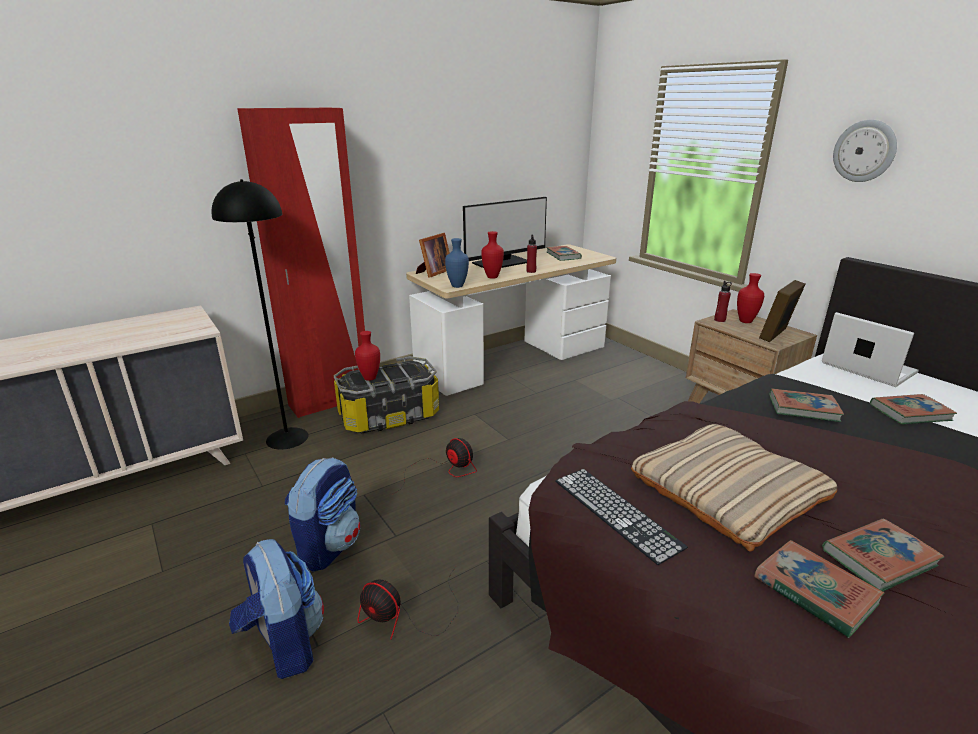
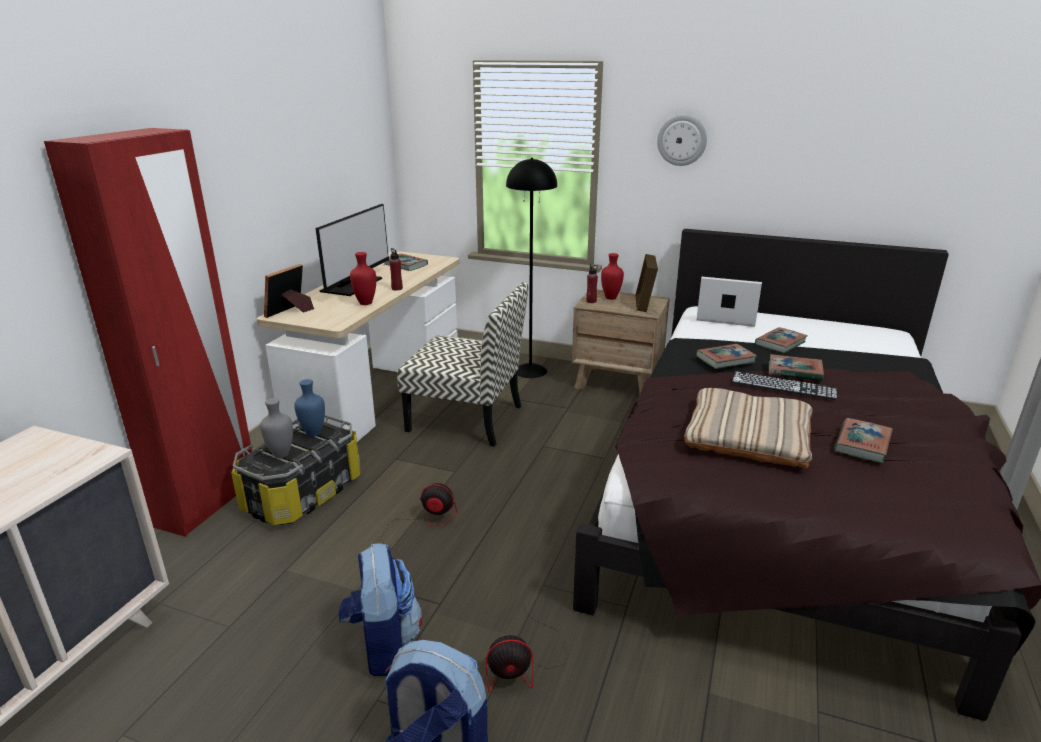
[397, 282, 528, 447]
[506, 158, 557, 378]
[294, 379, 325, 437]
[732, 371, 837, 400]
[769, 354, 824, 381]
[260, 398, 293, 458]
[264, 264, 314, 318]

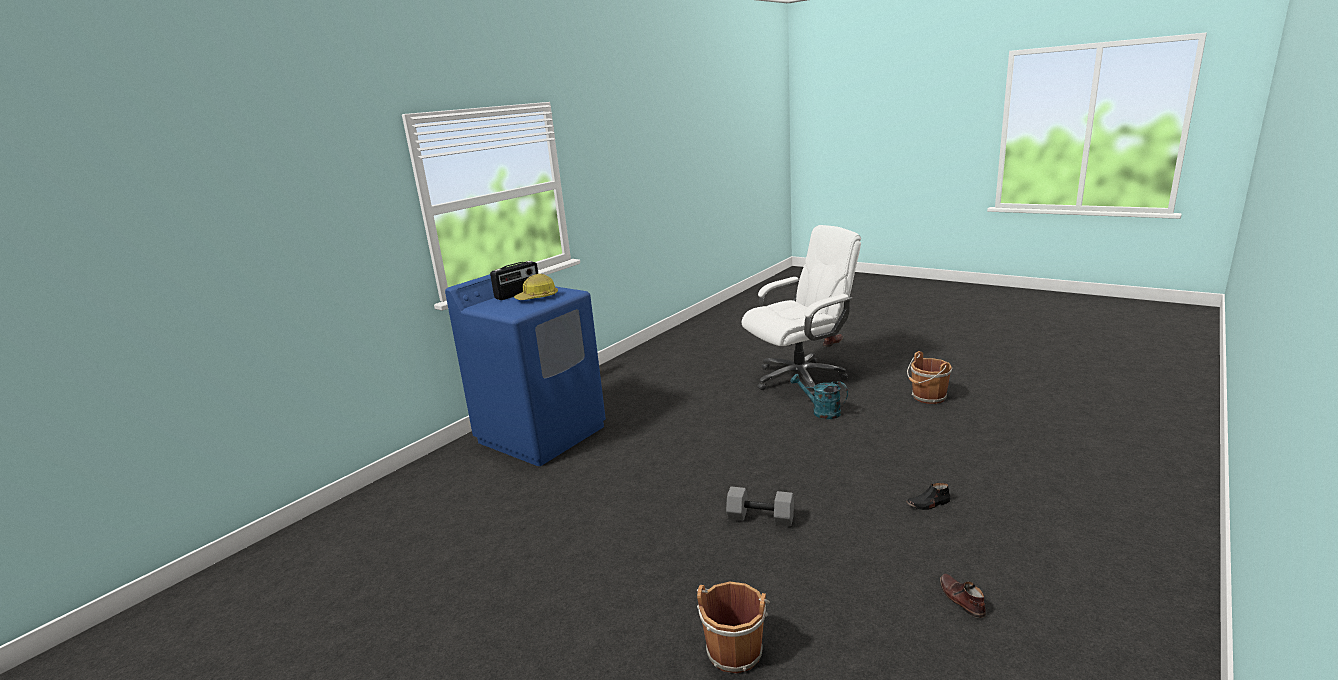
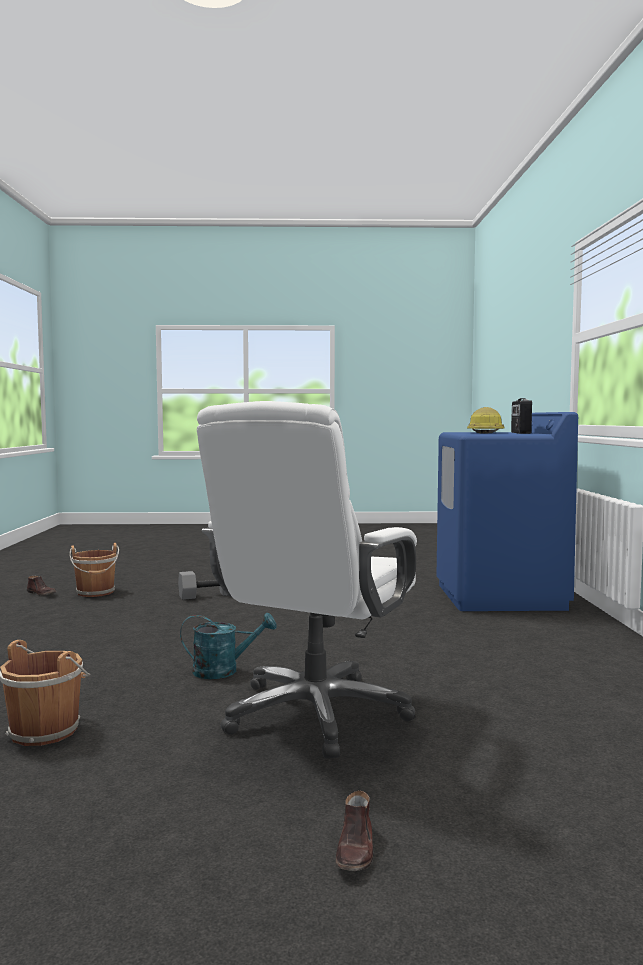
[906, 483, 951, 510] (first image)
[69, 543, 119, 597]

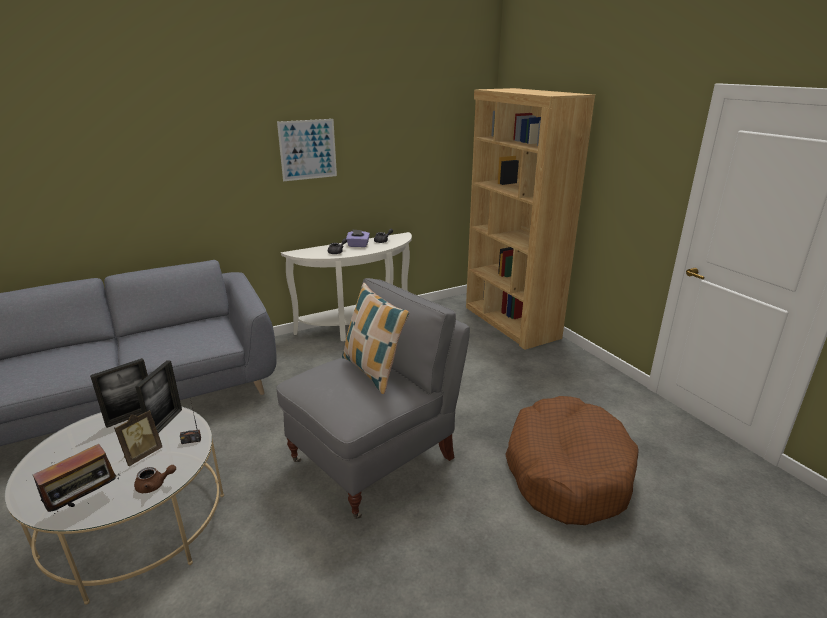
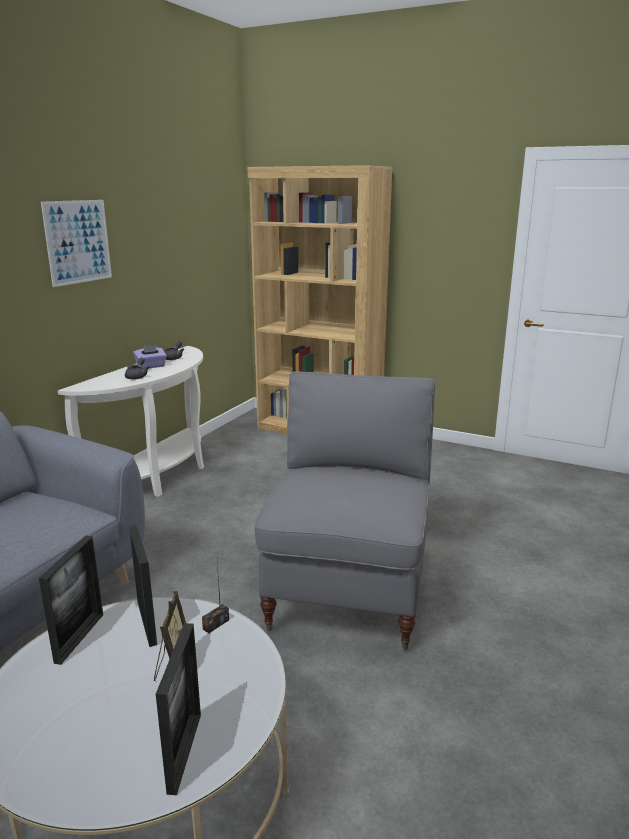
[134, 465, 176, 493] (first image)
[342, 283, 409, 394] (first image)
[505, 396, 639, 525] (first image)
[156, 623, 201, 795]

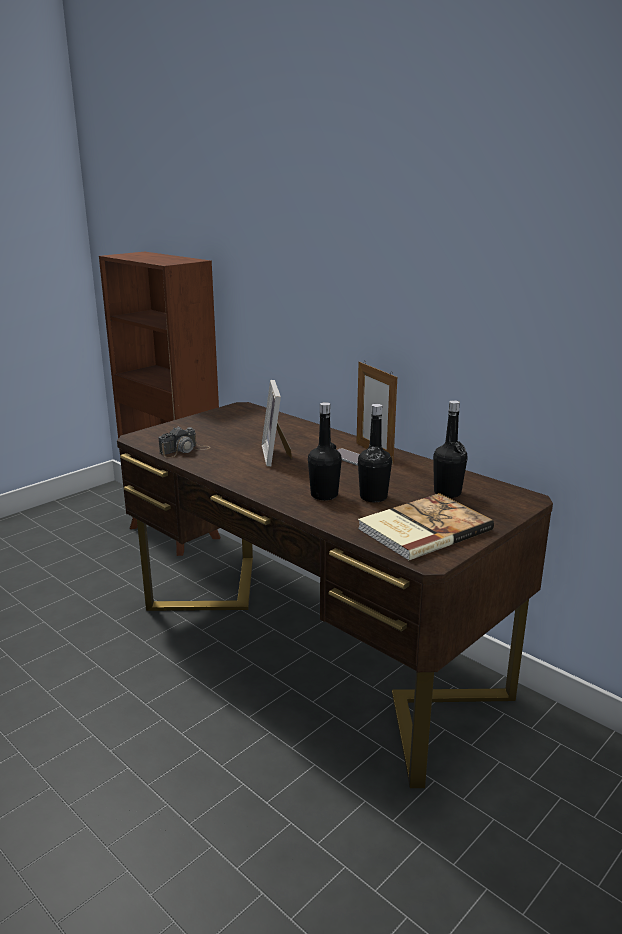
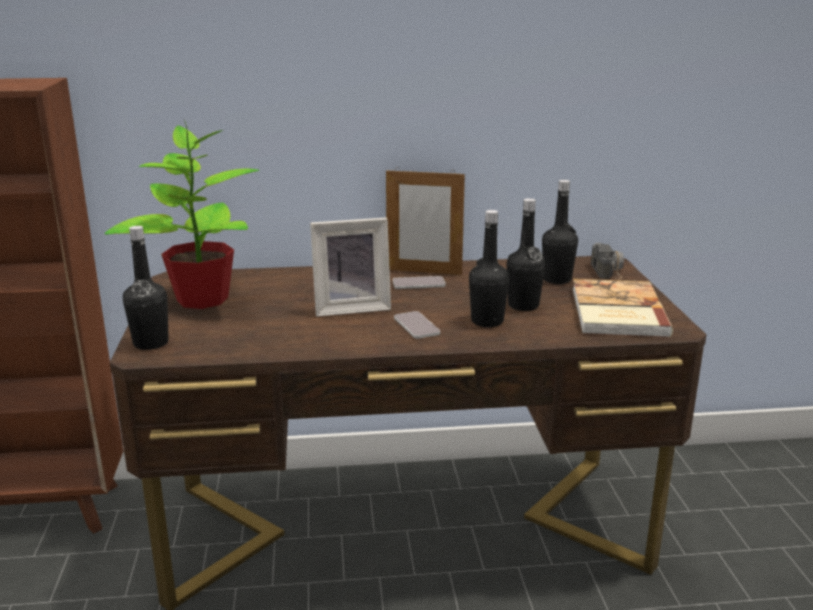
[104, 120, 259, 309]
[123, 226, 169, 350]
[394, 311, 440, 339]
[590, 243, 624, 279]
[310, 217, 391, 317]

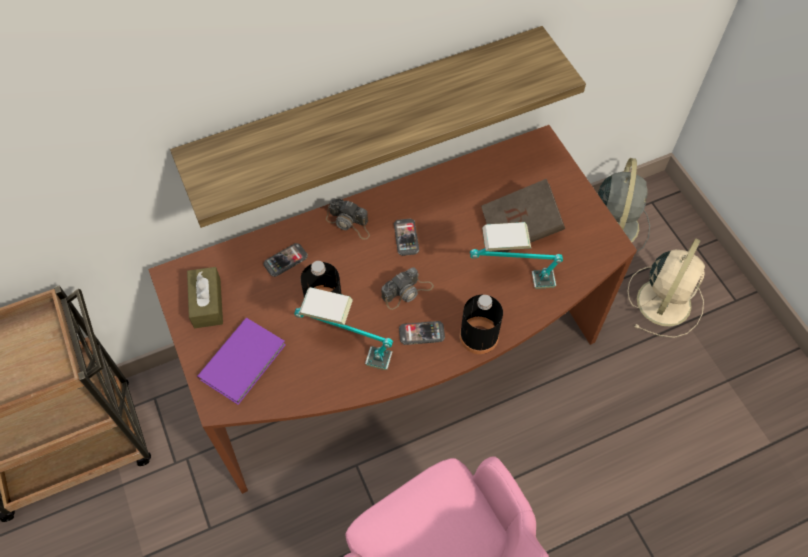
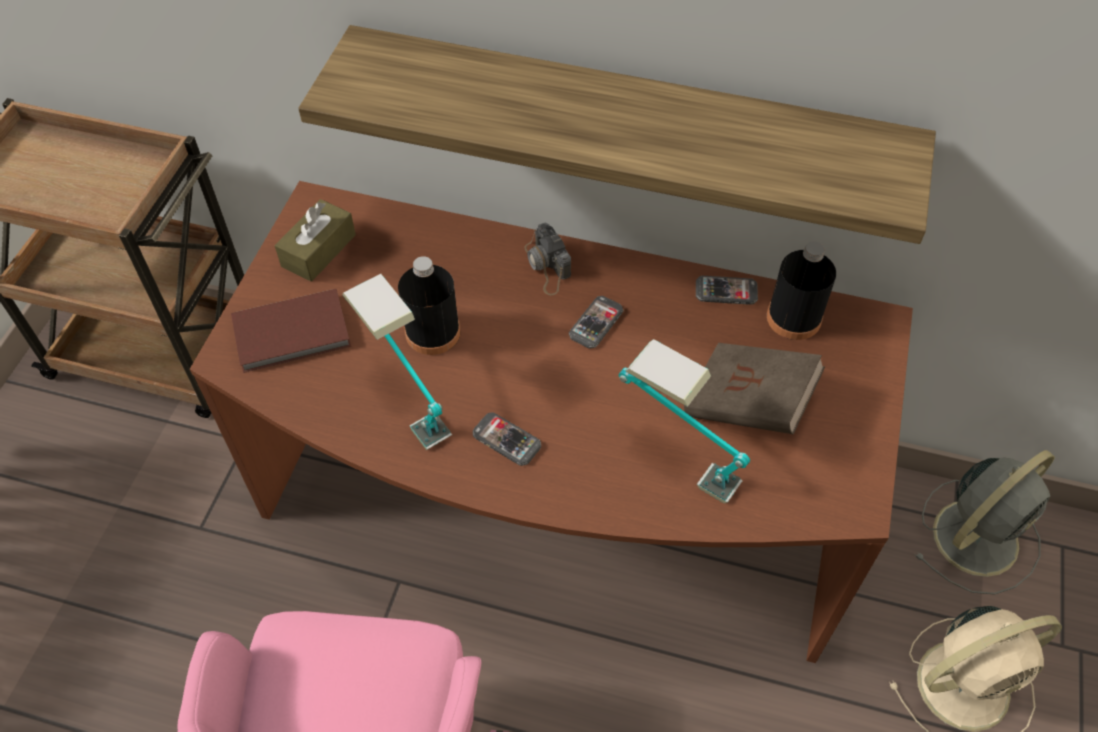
[381, 267, 434, 310] (first image)
[696, 276, 758, 305]
[767, 241, 836, 340]
[231, 289, 351, 373]

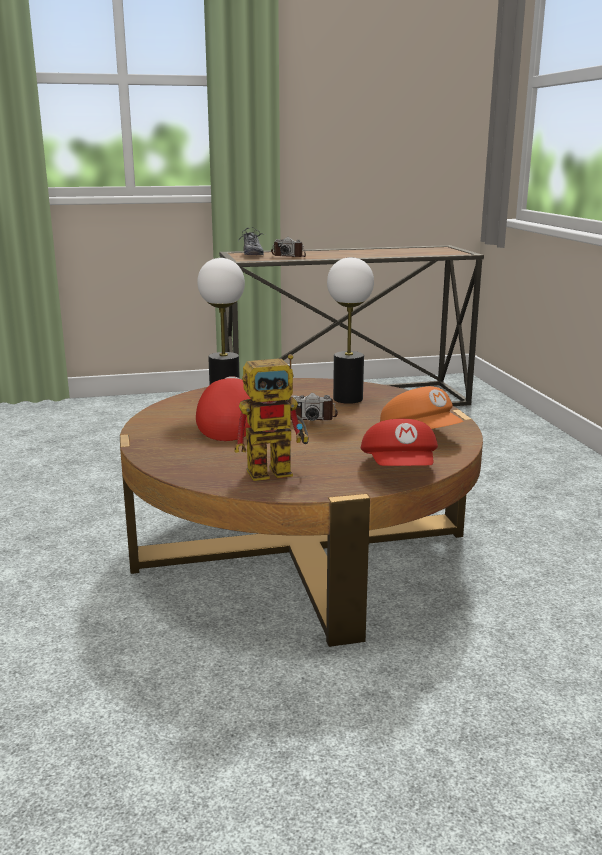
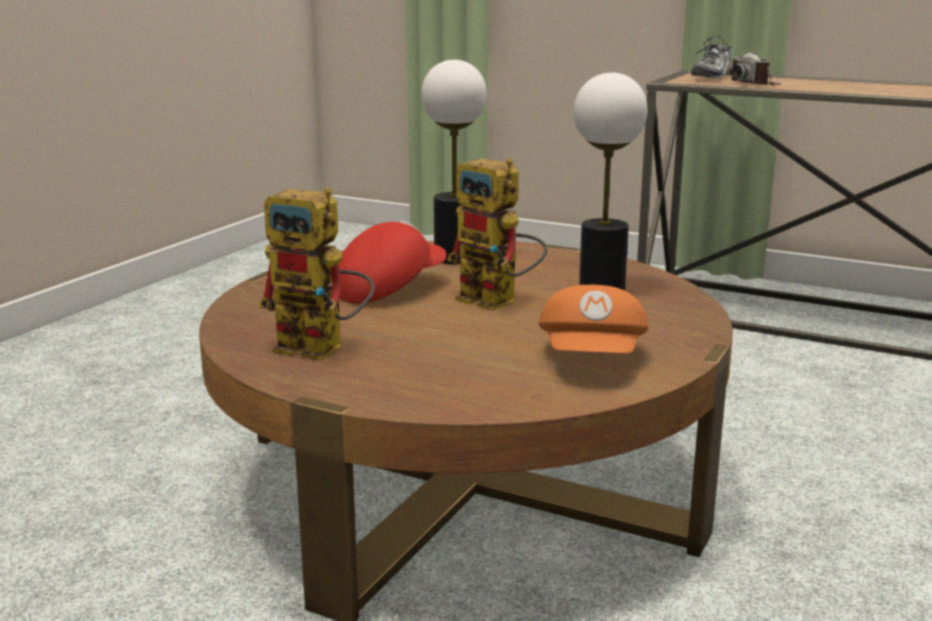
[361, 419, 438, 466] (first image)
[447, 158, 547, 311]

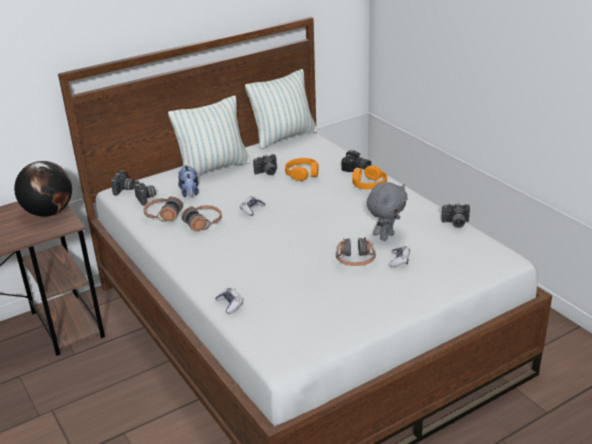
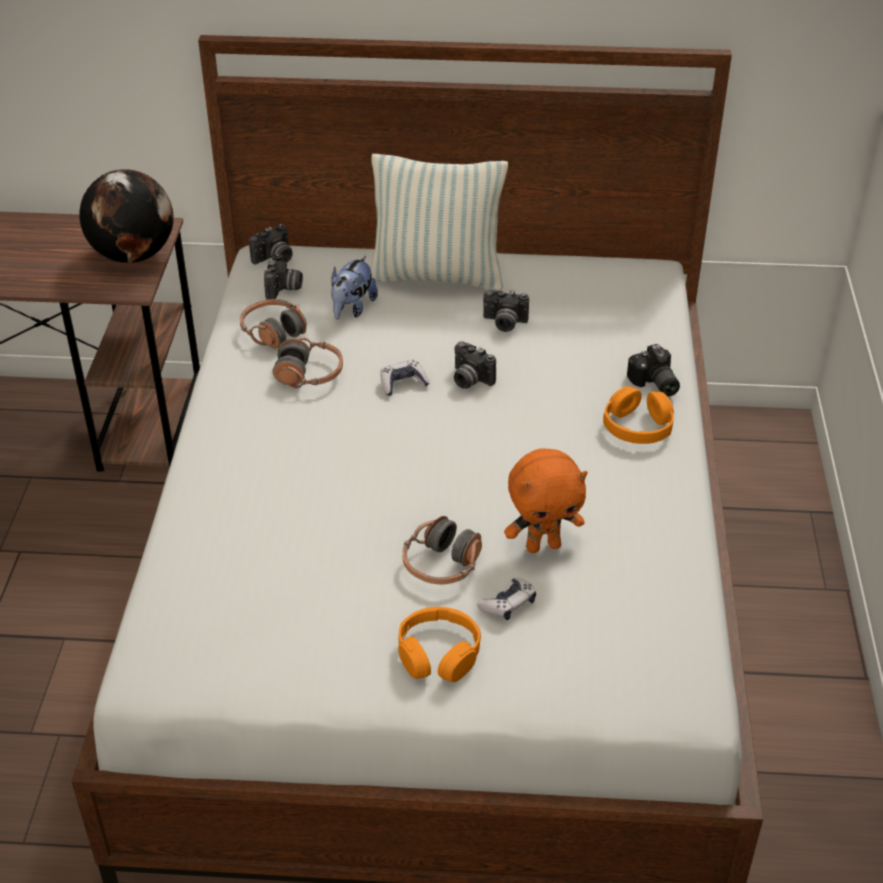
[215, 288, 243, 314] (first image)
[245, 69, 317, 150] (first image)
[398, 607, 481, 682]
[454, 341, 496, 389]
[504, 449, 588, 553]

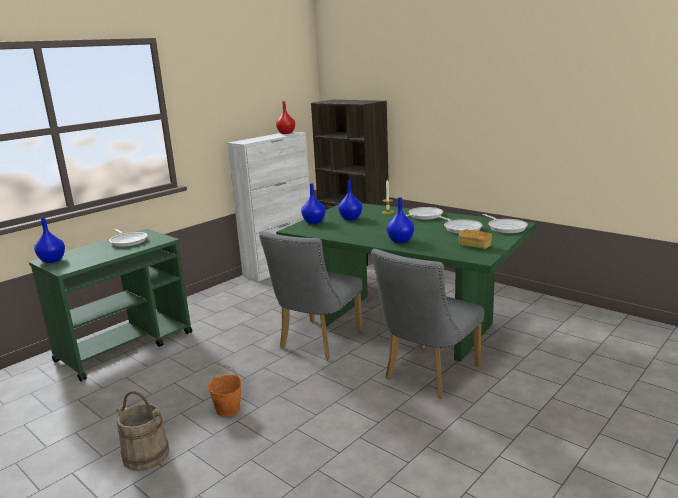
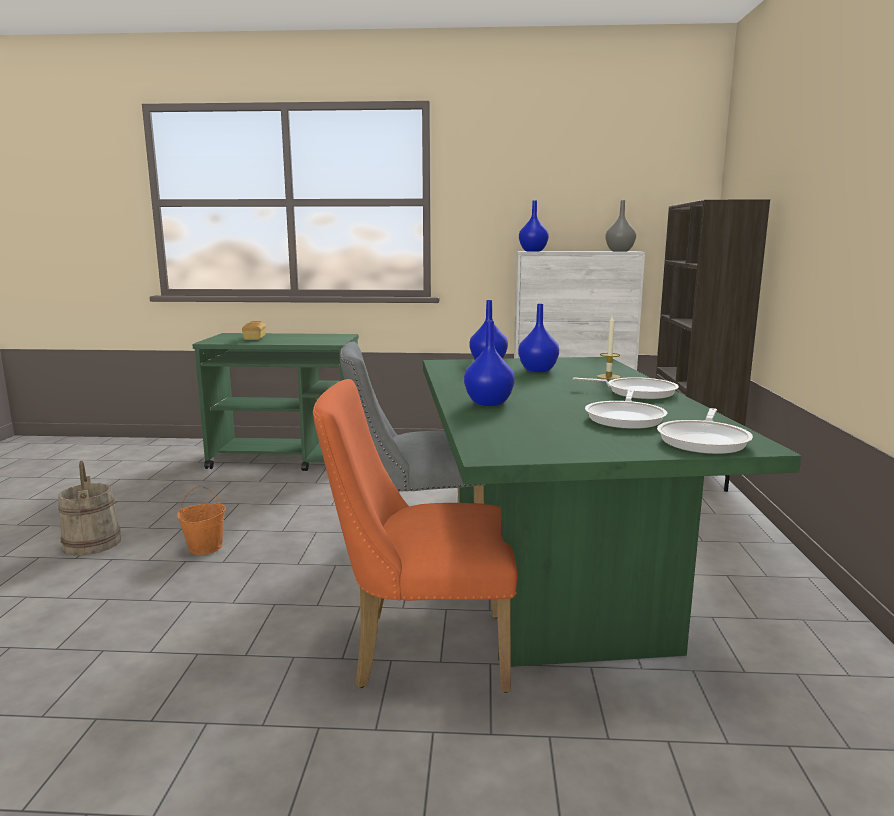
[109, 229, 147, 247] (first image)
[519, 200, 549, 251]
[242, 321, 266, 340]
[605, 200, 636, 251]
[313, 379, 517, 693]

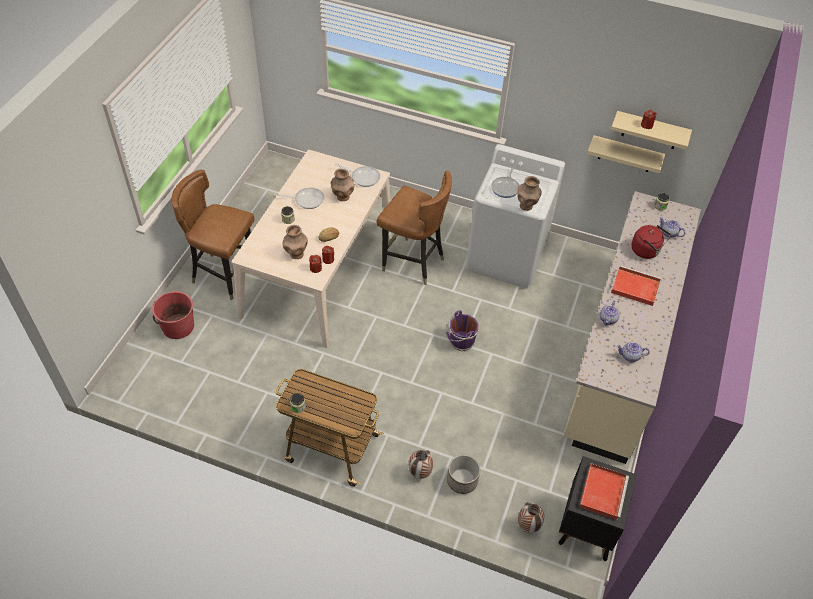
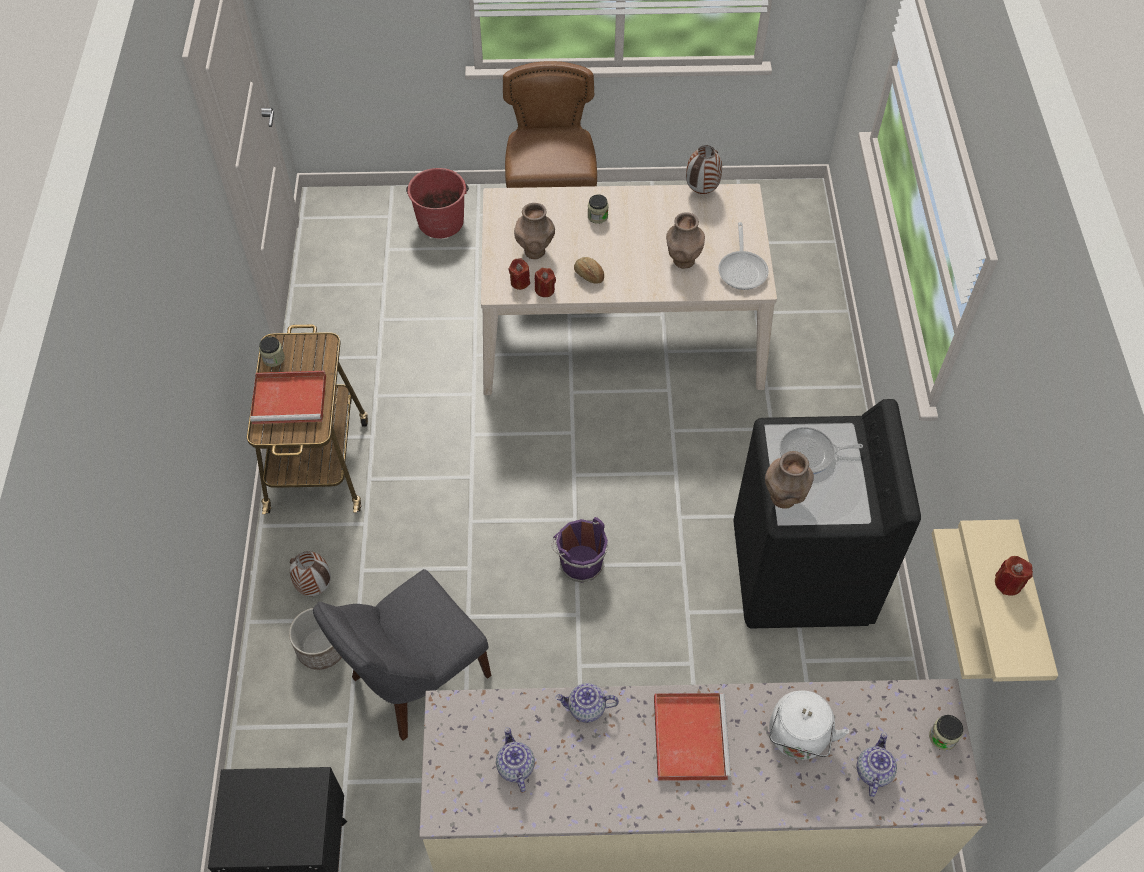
[275, 188, 324, 209] (first image)
[377, 171, 452, 285] (first image)
[313, 569, 491, 740]
[686, 145, 722, 194]
[250, 371, 326, 424]
[733, 399, 921, 628]
[769, 691, 849, 760]

